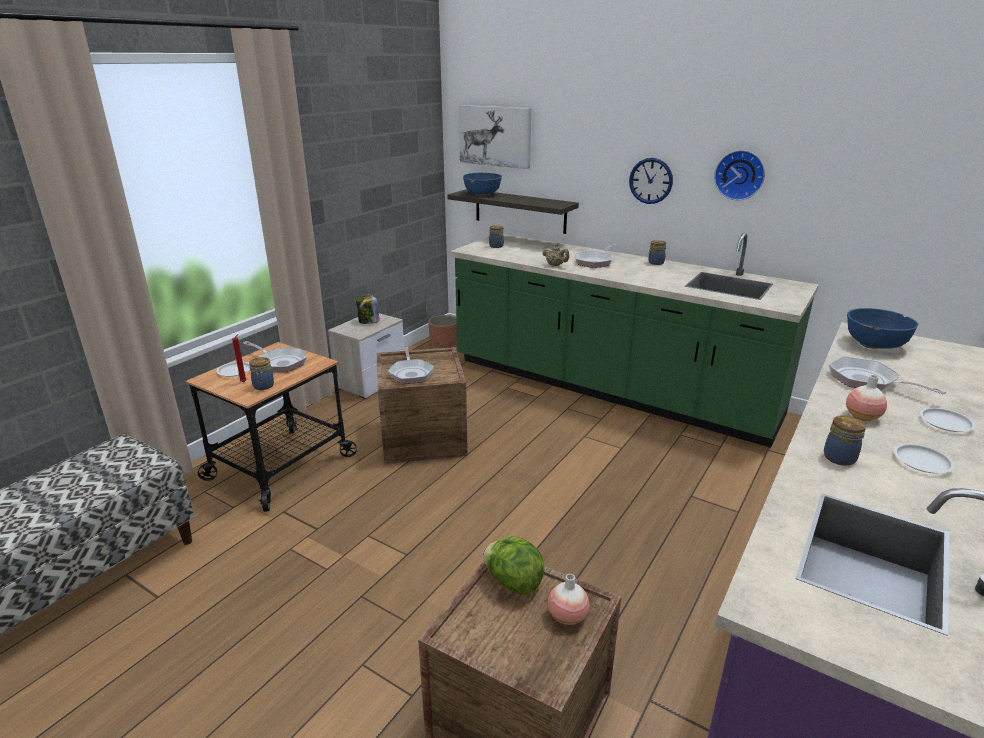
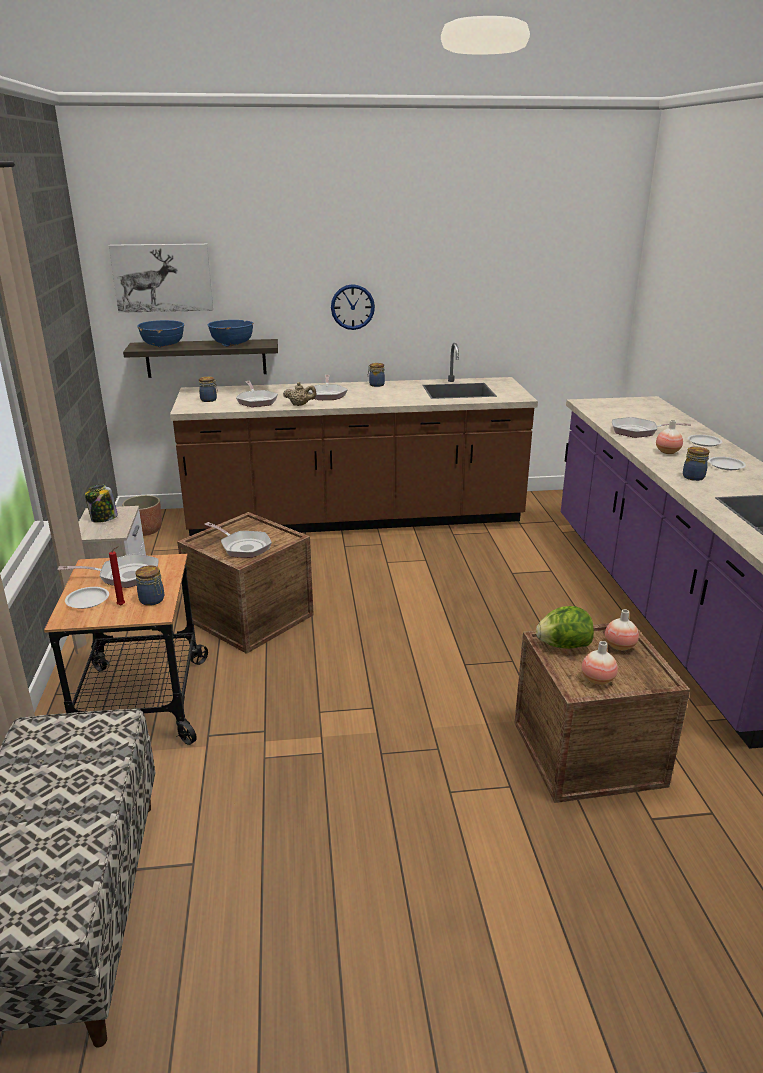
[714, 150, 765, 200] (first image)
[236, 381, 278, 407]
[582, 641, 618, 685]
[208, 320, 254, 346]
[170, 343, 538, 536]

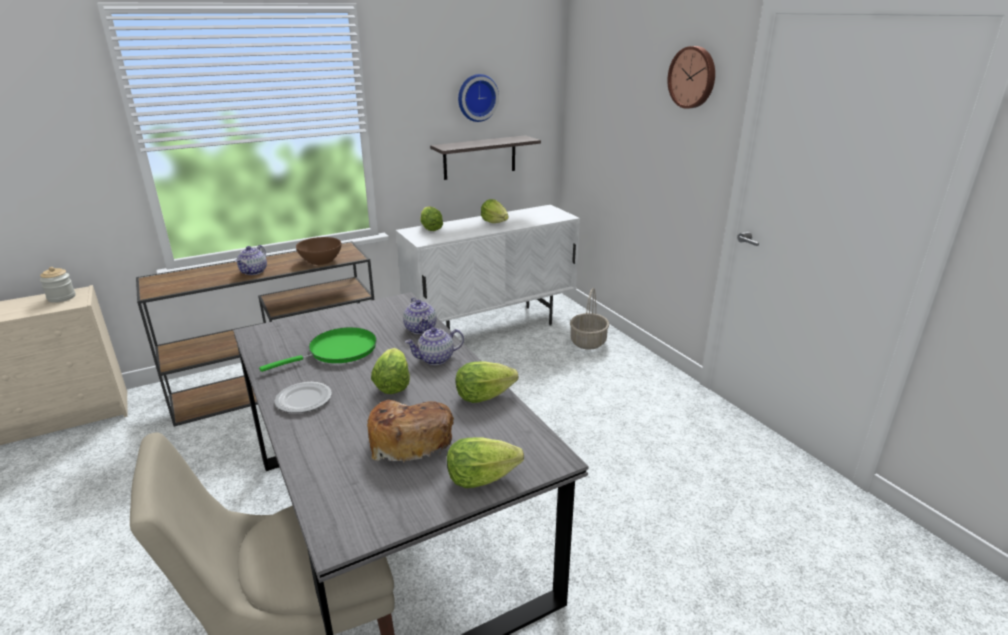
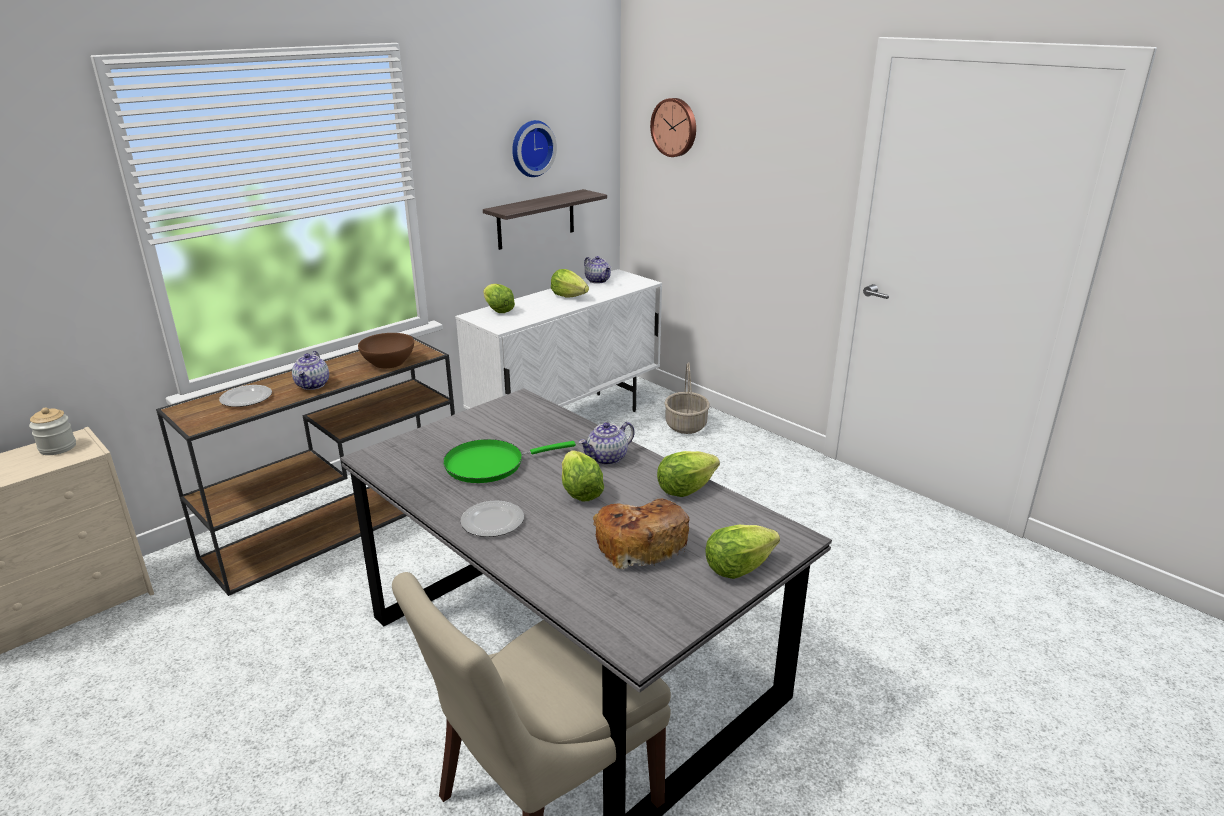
[219, 385, 272, 407]
[584, 256, 611, 284]
[650, 98, 696, 157]
[443, 439, 576, 483]

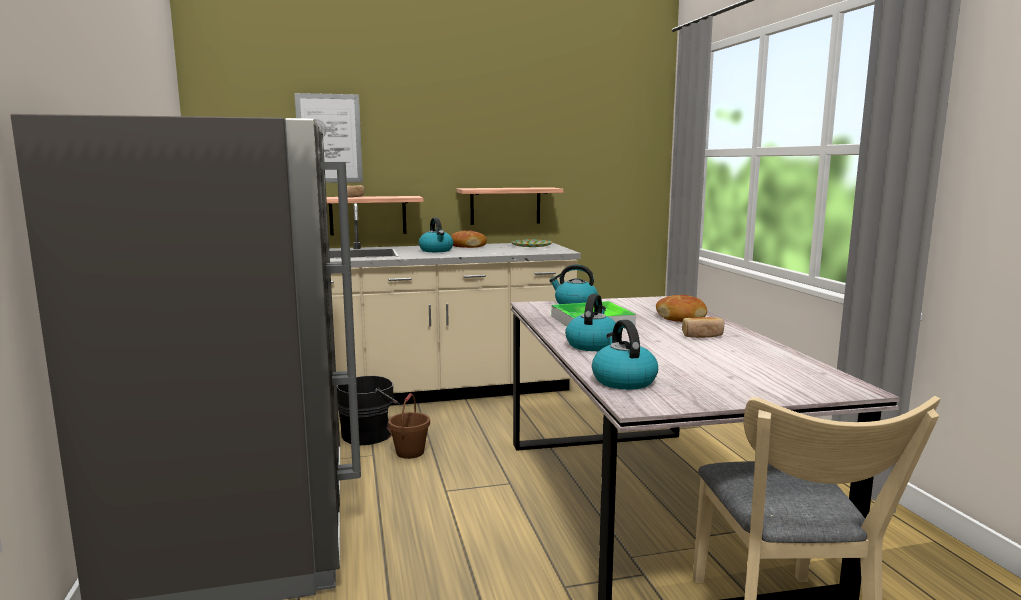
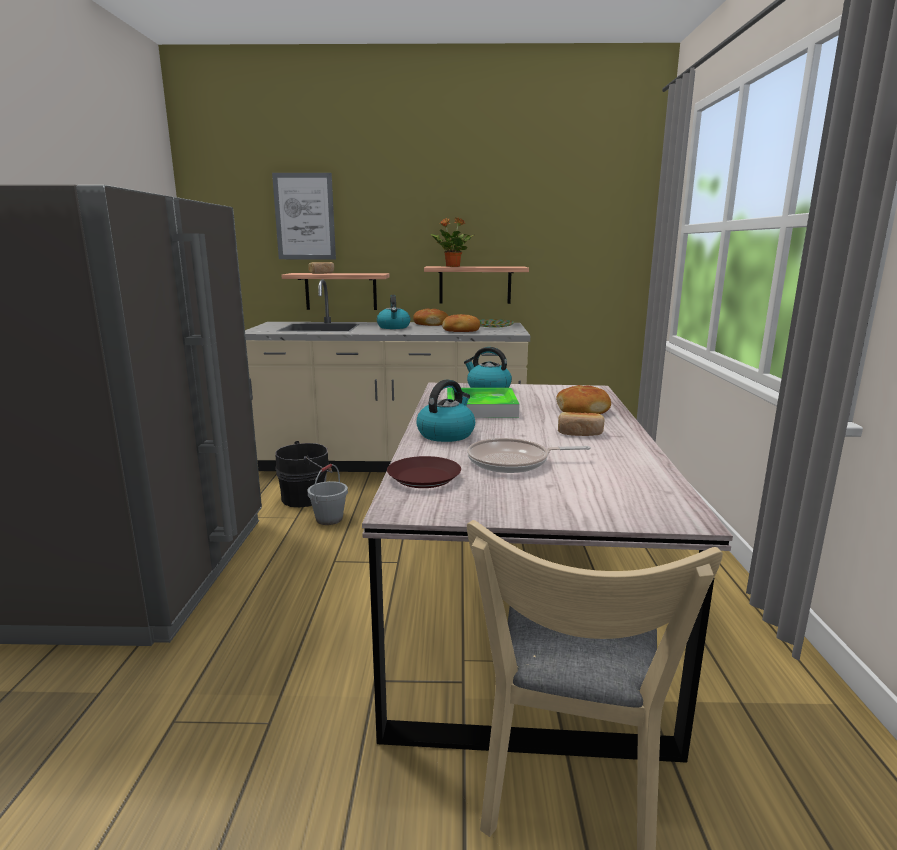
[431, 217, 474, 267]
[442, 314, 480, 332]
[467, 438, 591, 473]
[387, 456, 461, 488]
[307, 464, 348, 525]

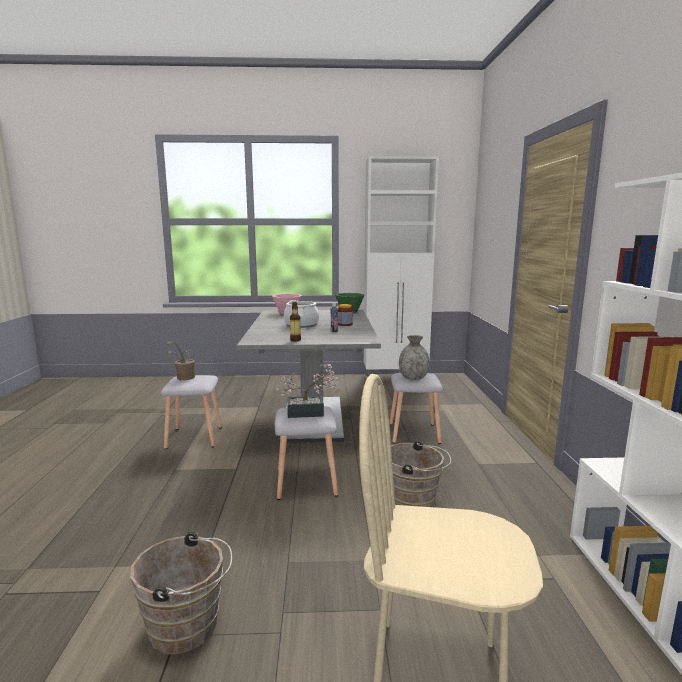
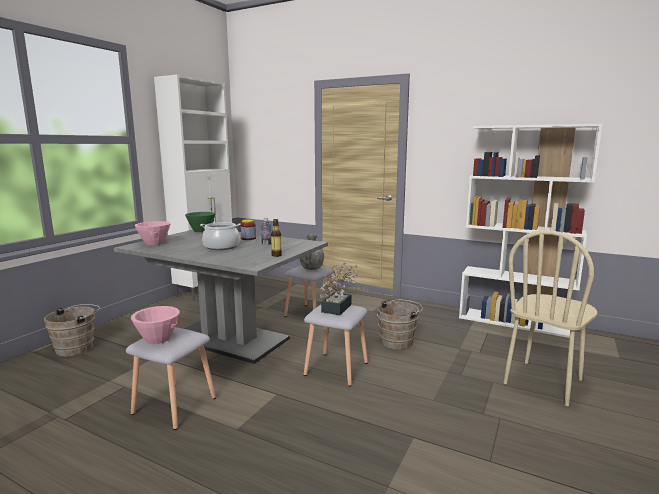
[44, 304, 100, 357]
[131, 306, 180, 344]

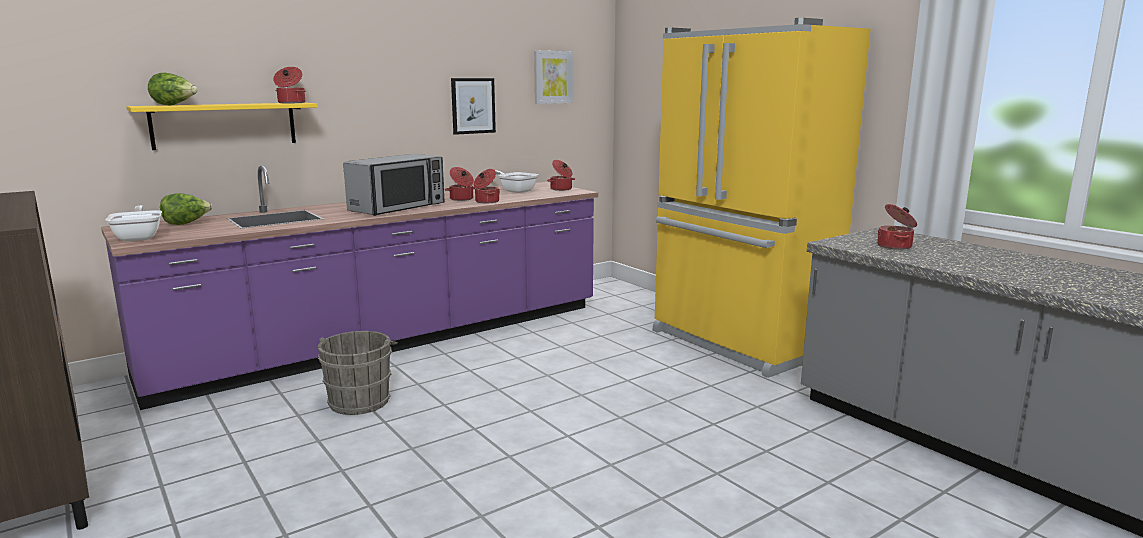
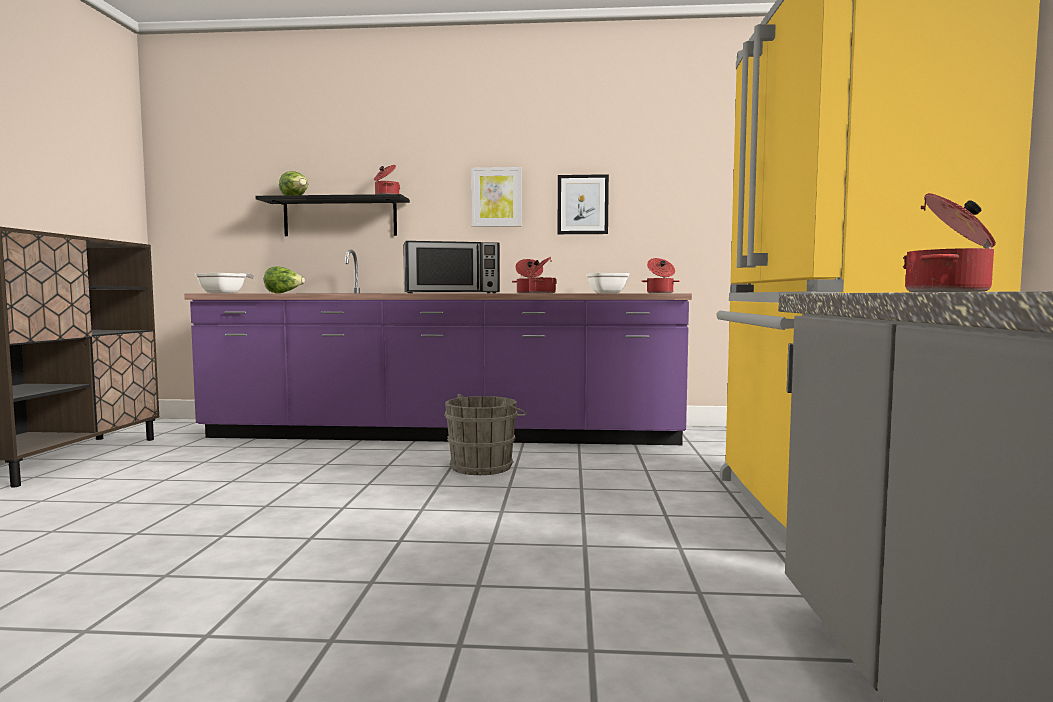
[444, 394, 527, 475]
[471, 167, 522, 227]
[255, 194, 410, 236]

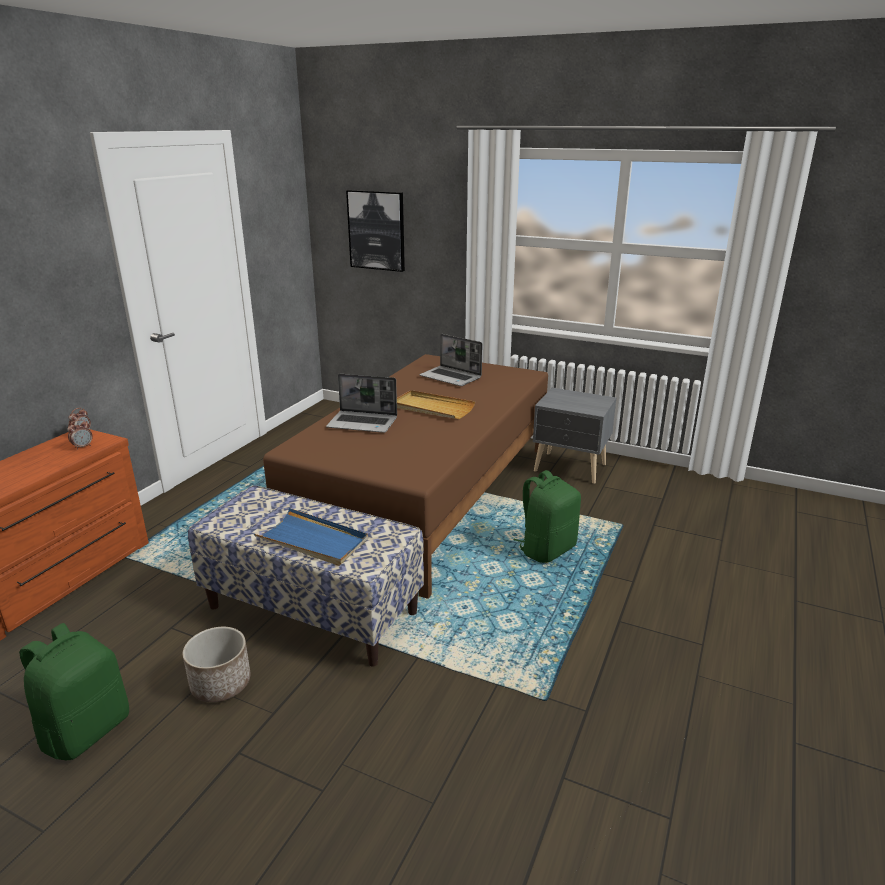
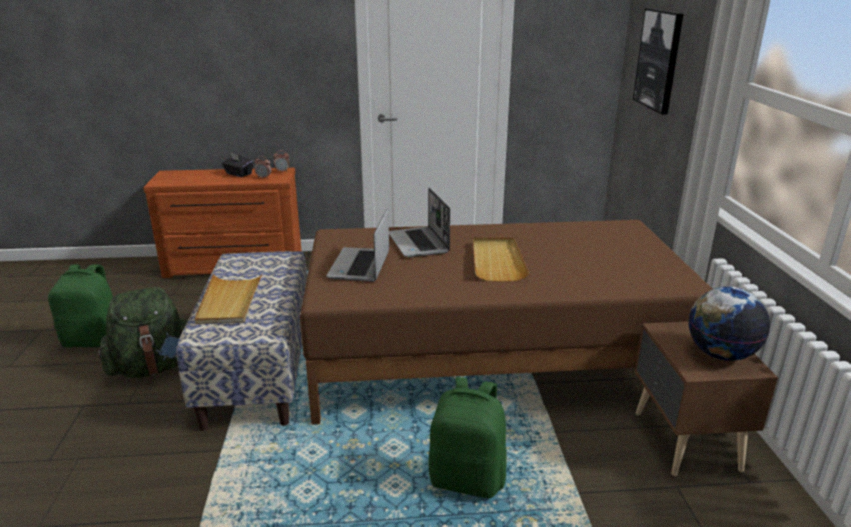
[222, 153, 253, 177]
[689, 287, 770, 361]
[326, 208, 389, 282]
[99, 287, 187, 378]
[195, 273, 263, 324]
[635, 321, 778, 476]

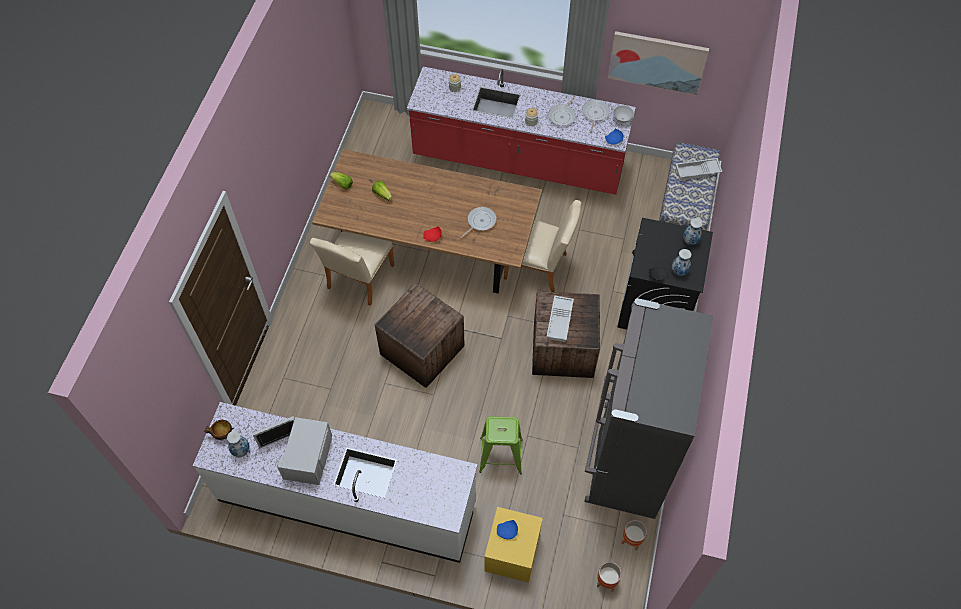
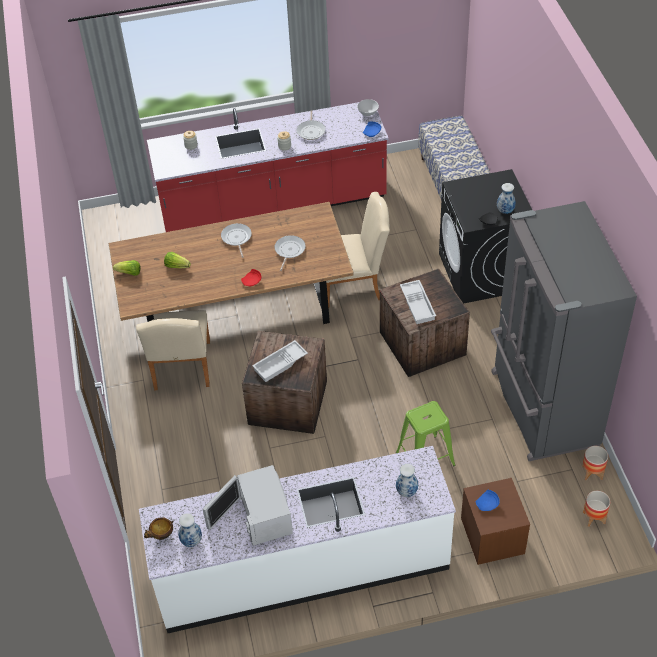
[608, 31, 709, 95] (first image)
[221, 223, 252, 258]
[252, 340, 308, 382]
[396, 464, 418, 497]
[461, 478, 530, 565]

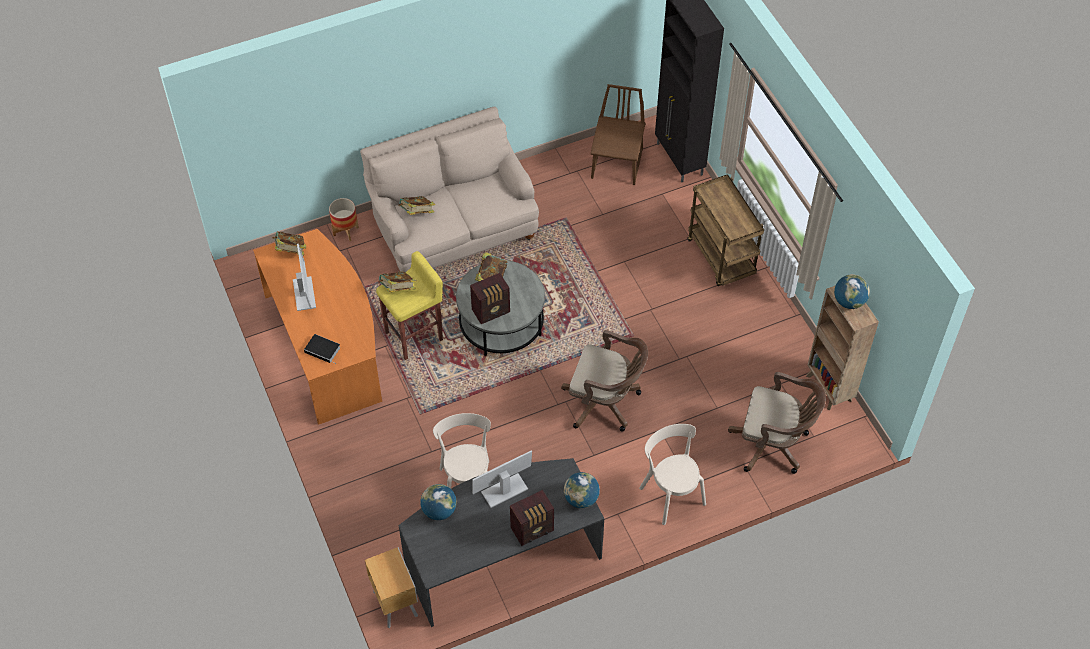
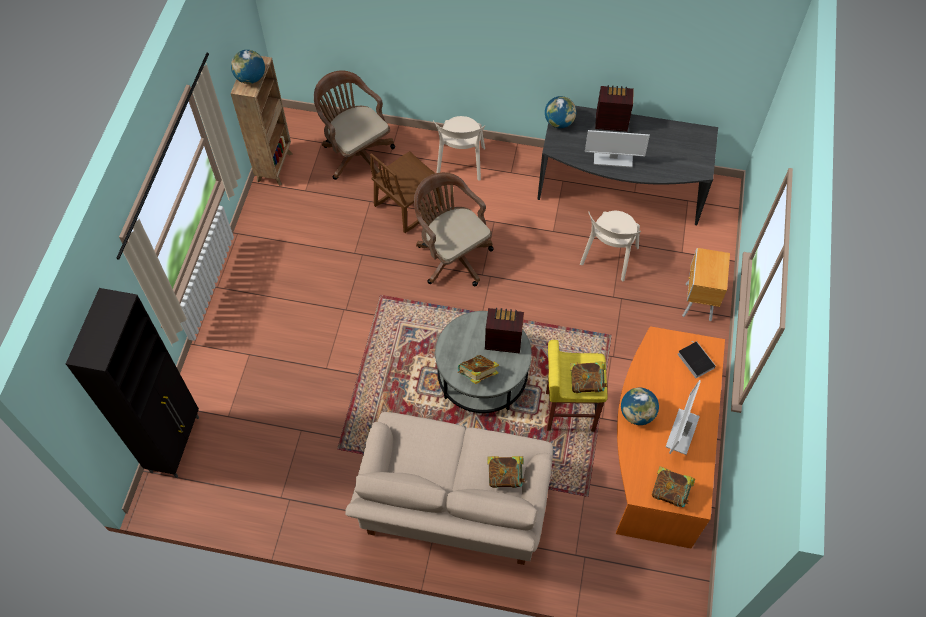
[329, 198, 359, 241] (first image)
[687, 174, 764, 286] (first image)
[682, 248, 730, 321]
[621, 388, 659, 425]
[370, 151, 442, 233]

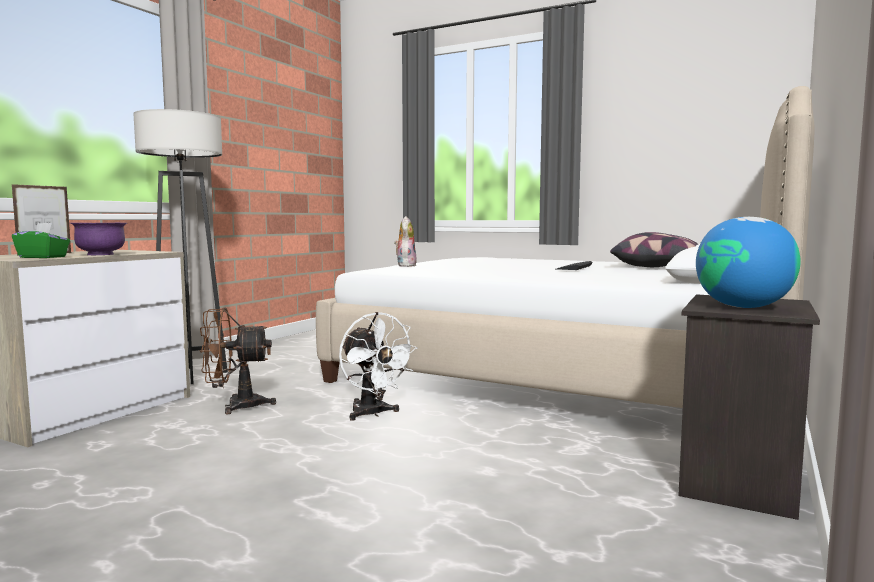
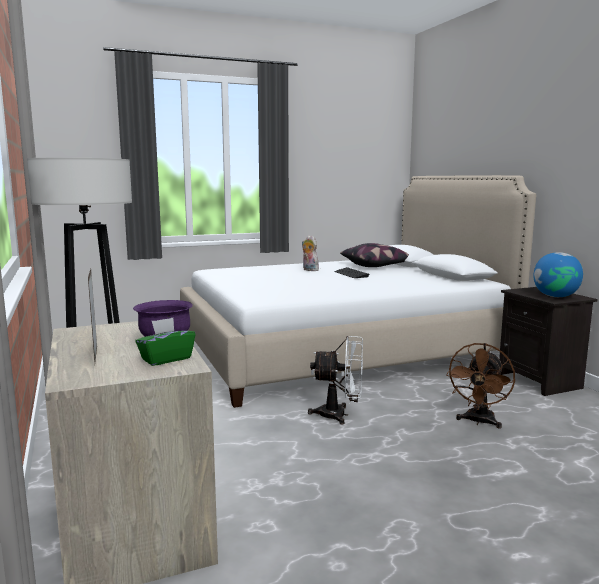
[446, 343, 515, 429]
[302, 235, 319, 271]

